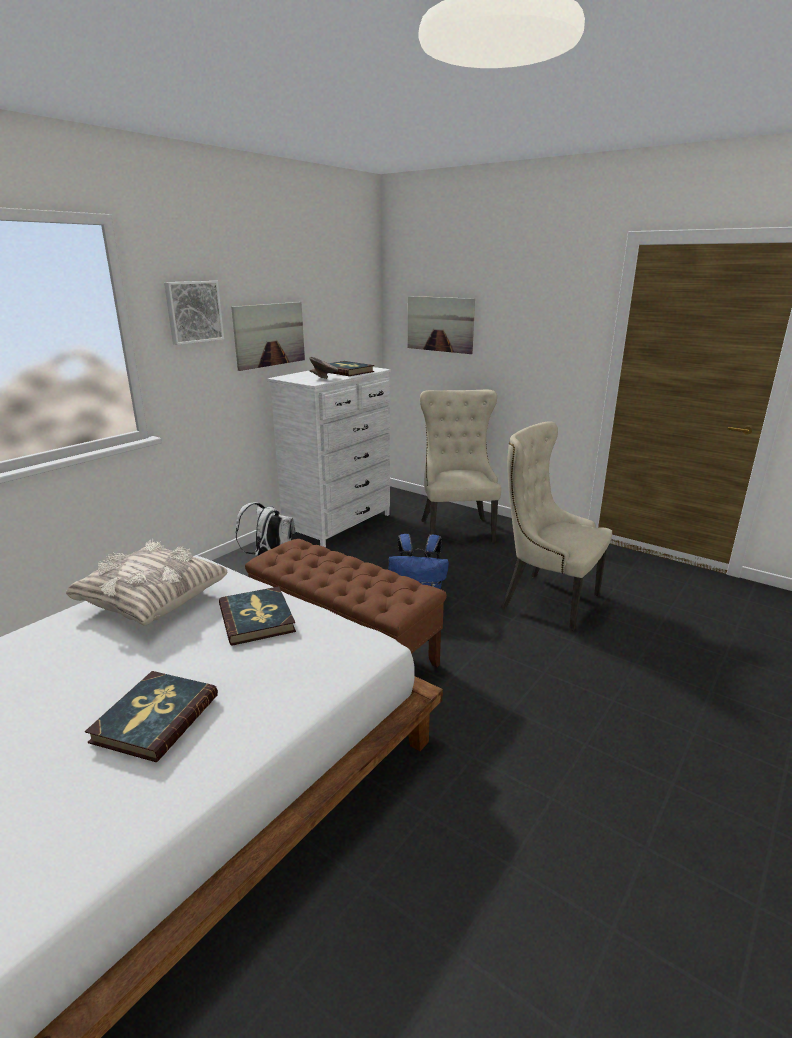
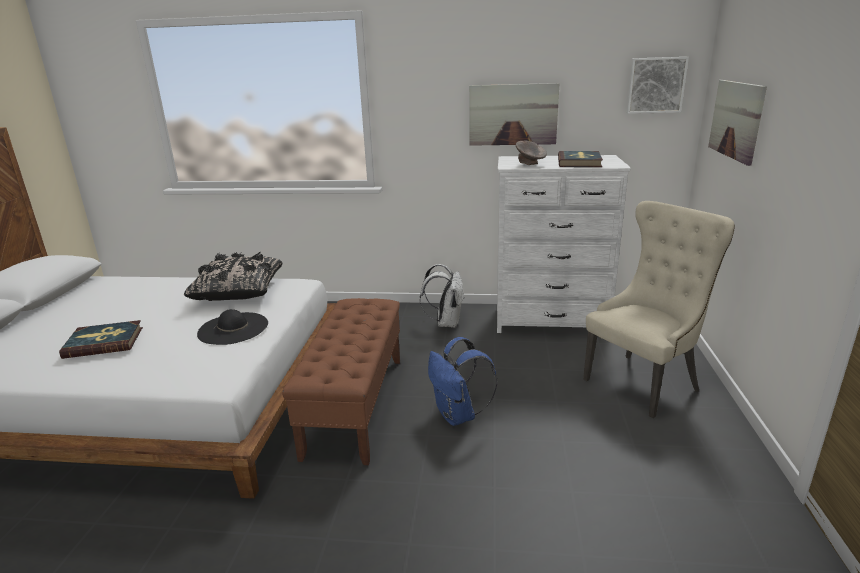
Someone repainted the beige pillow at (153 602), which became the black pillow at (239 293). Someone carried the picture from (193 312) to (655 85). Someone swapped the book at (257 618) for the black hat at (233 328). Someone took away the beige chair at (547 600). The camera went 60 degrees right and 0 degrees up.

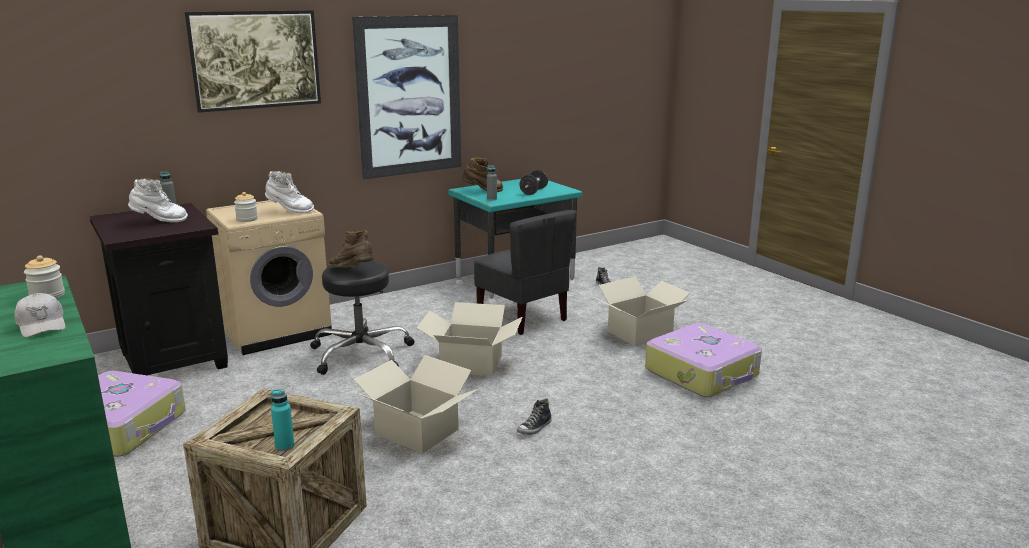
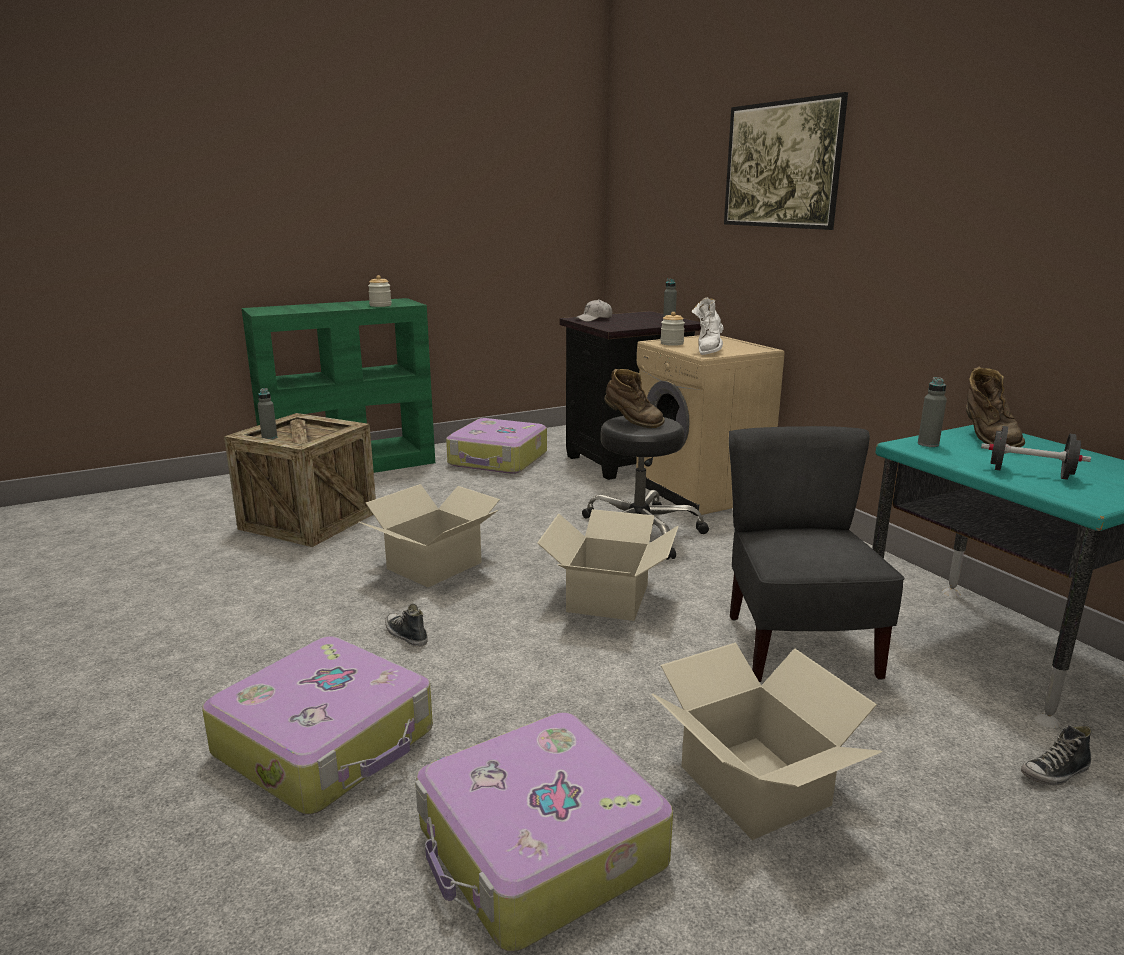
Someone carried the white cap from (42 325) to (594 319). Someone took away the white boot at (159 221). Someone repainted the turquoise bottle at (285 446), which became the grey bottle at (269 438). Someone rotated the brown boot at (352 271) by 90 degrees clockwise. Someone took away the picture at (409 96). Someone rotated the grey chair at (523 318) by 120 degrees clockwise. Someone put down the suitcase at (327 742). The camera went 95 degrees right and 0 degrees up.

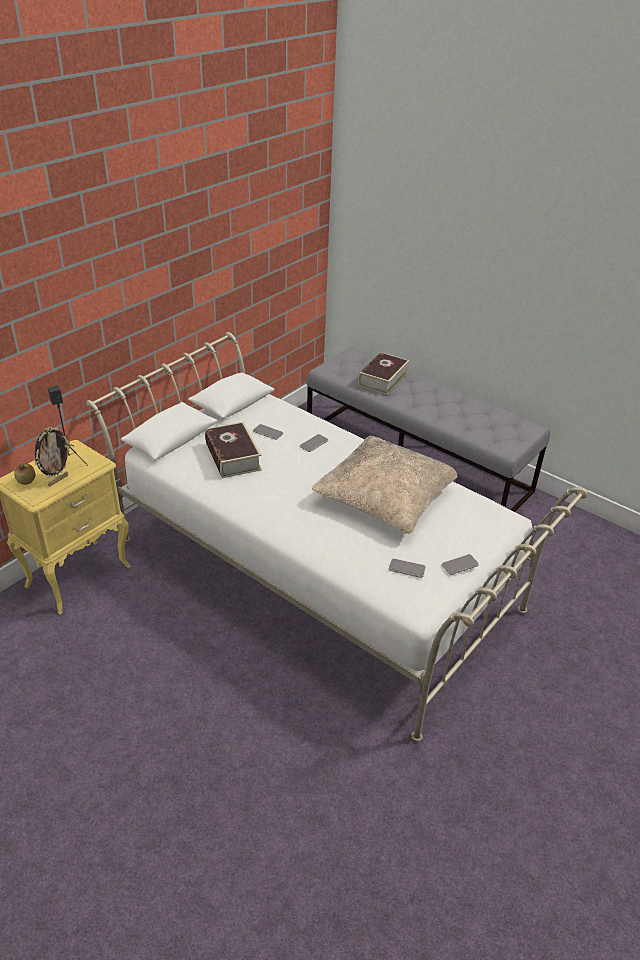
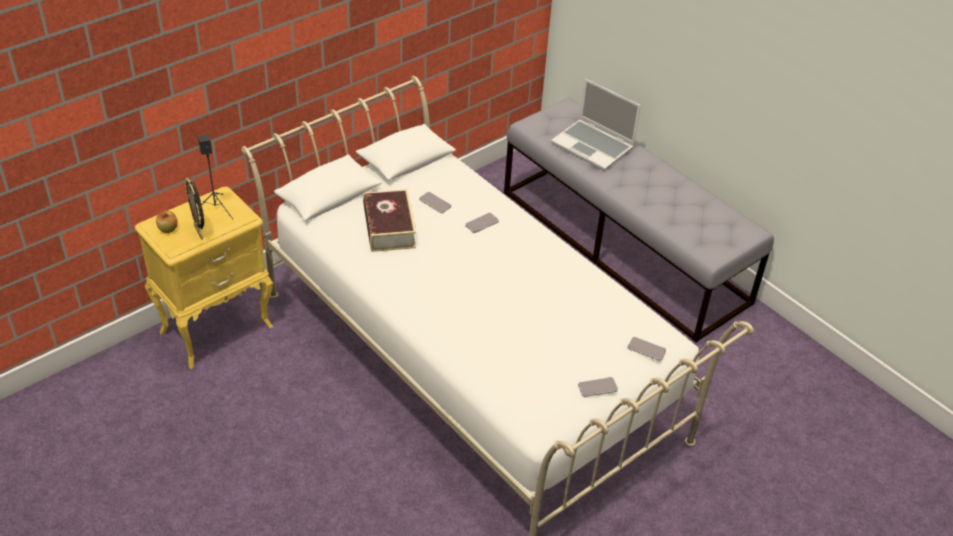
Someone rotated the picture frame at (58 480) by 105 degrees clockwise. Someone took away the beige pillow at (385 495). Someone swapped the book at (383 379) for the laptop at (593 146). Someone carried the phone from (407 568) to (646 349). The camera went 10 degrees right and 5 degrees up.

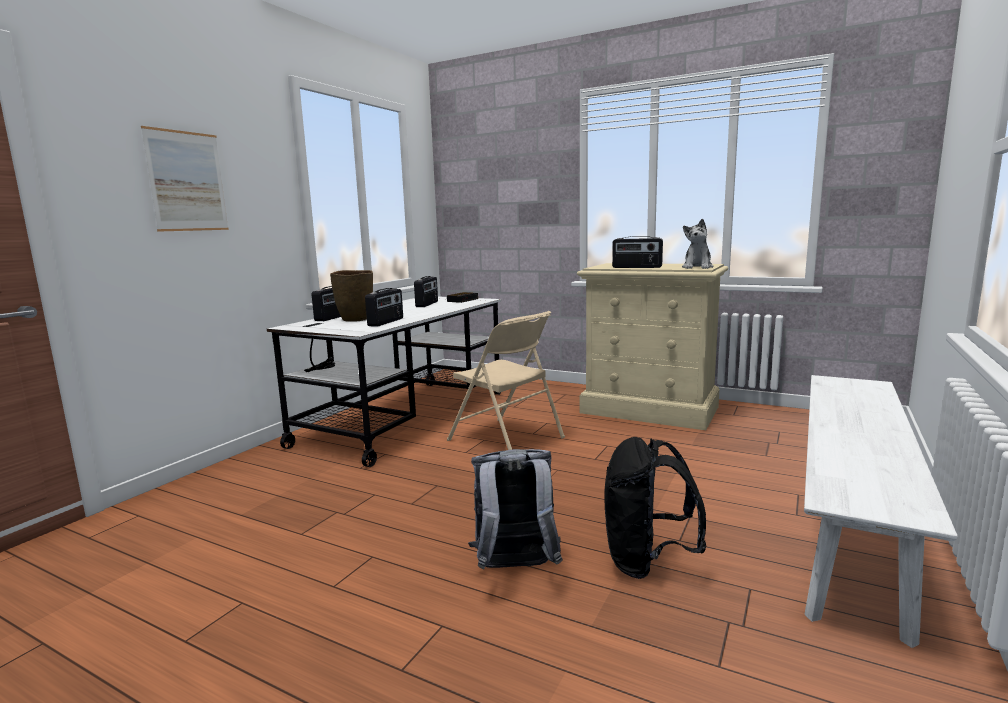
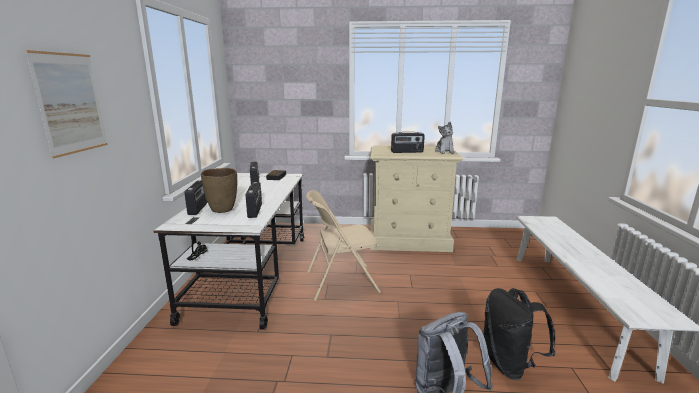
Someone rotated the beige chair at (505 439) by 150 degrees clockwise. The camera went 25 degrees left and 5 degrees up.

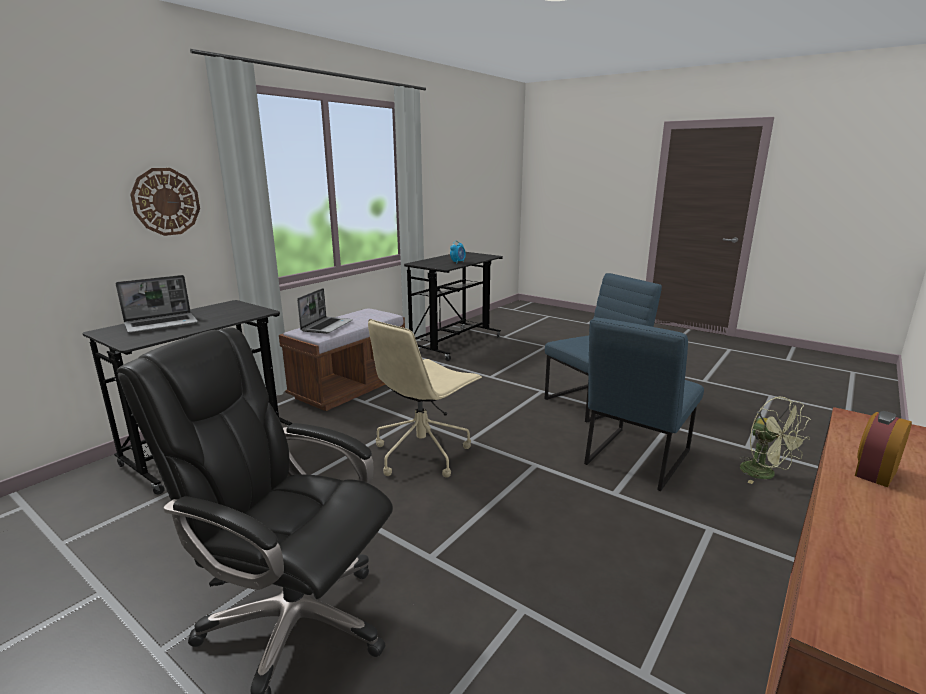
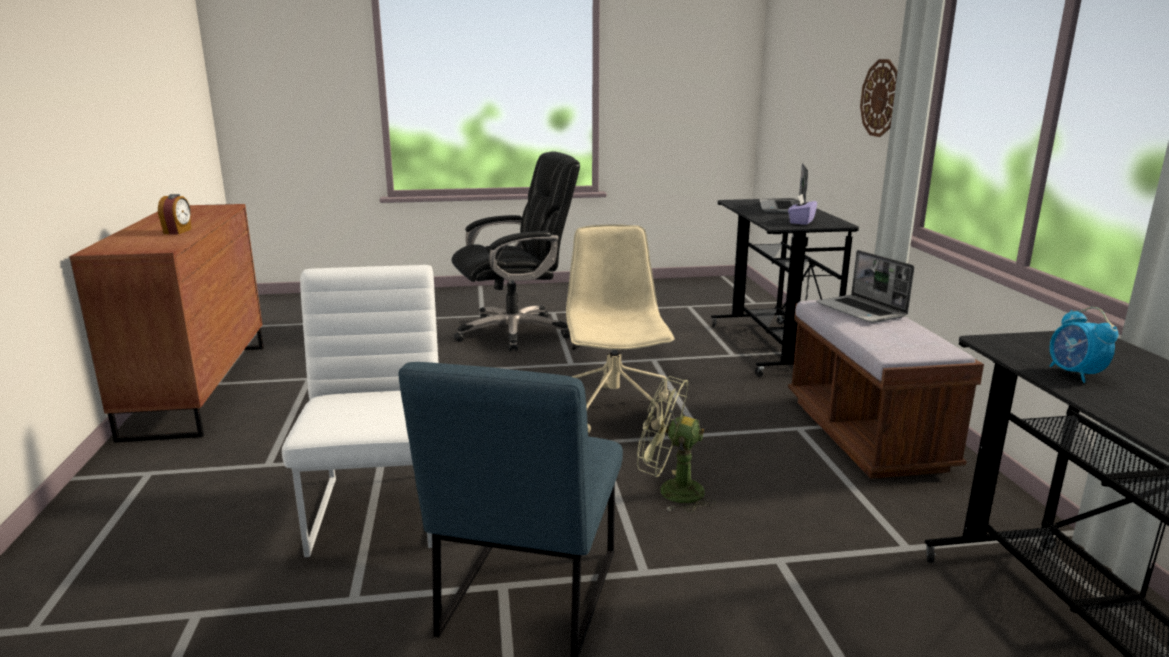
Someone repainted the blue chair at (635 458), which became the white chair at (380 507). Someone carried the green fan from (765 474) to (671 491). Someone put down the purple tissue box at (801 222). The camera went 135 degrees right and 0 degrees up.

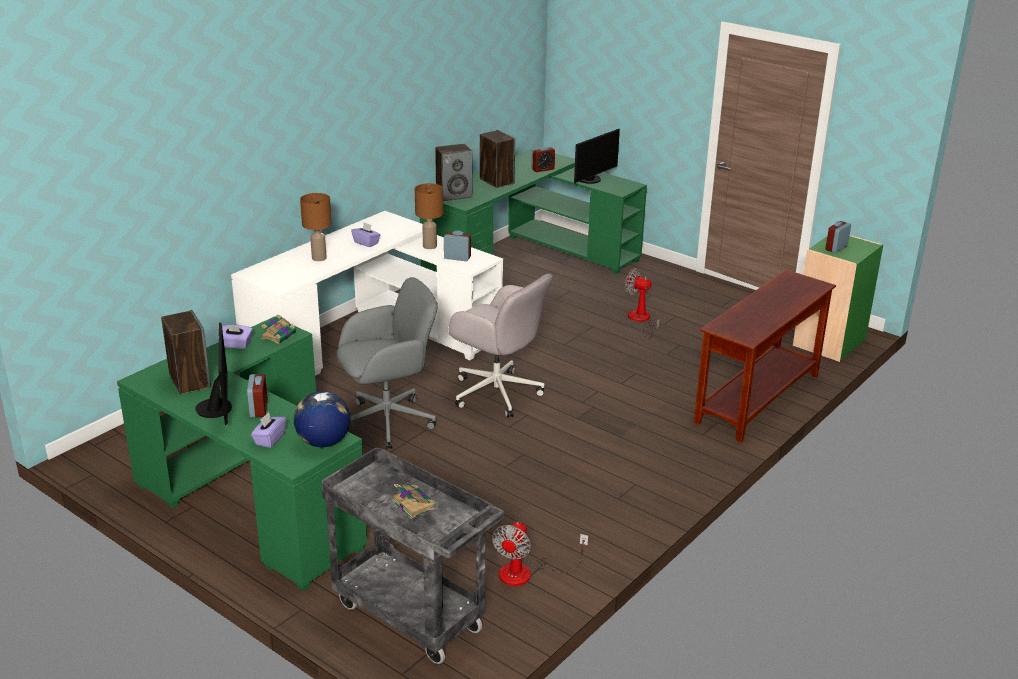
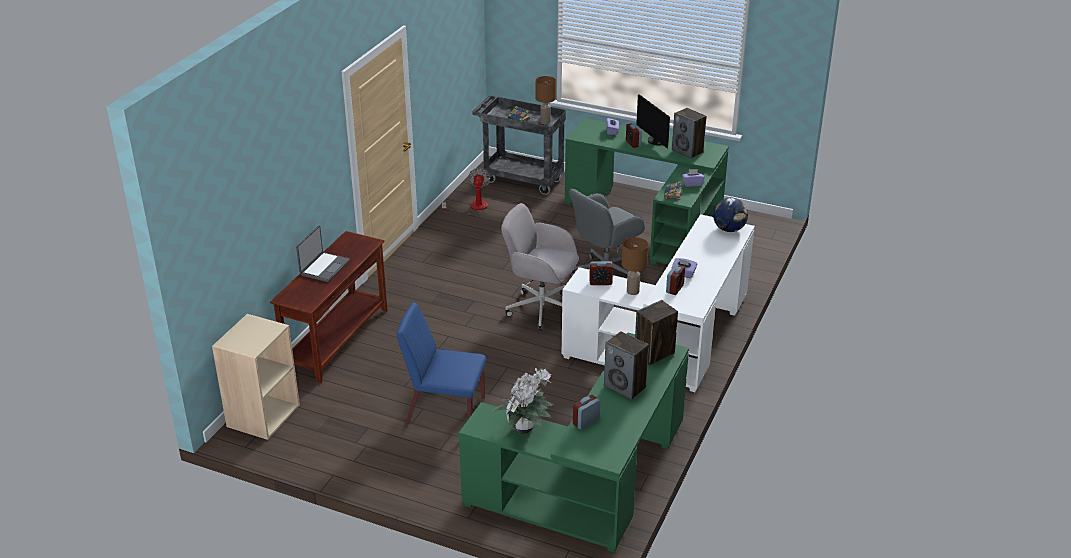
Someone carried the globe from (323 442) to (729 229). Someone carried the brown table lamp from (318 258) to (545 122). Someone swapped the monitor at (591 180) for the potted plant at (525 428). Someone swapped the fan at (641 320) for the blue chair at (444 410). Someone repainted the green bookcase at (829 343), which became the beige bookcase at (263 415). Someone carried the alarm clock from (836 248) to (674 289). Someone put down the laptop at (324 267). The camera went 165 degrees right and 5 degrees up.

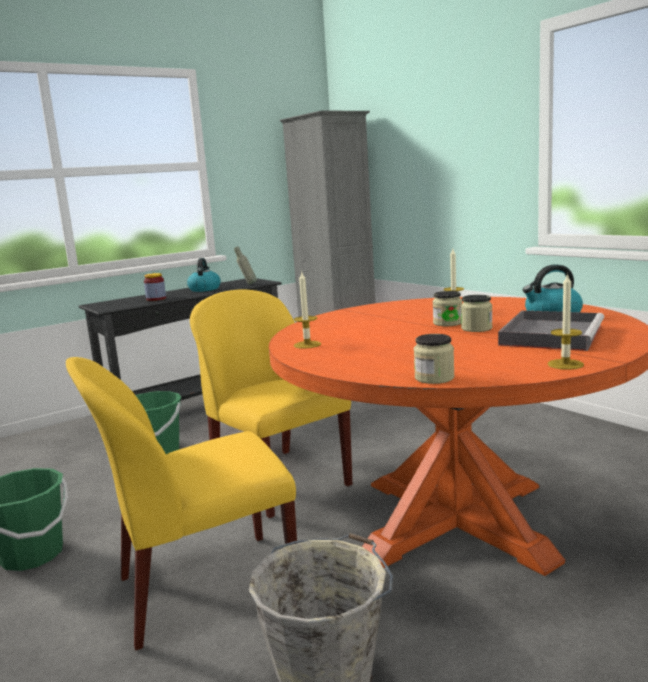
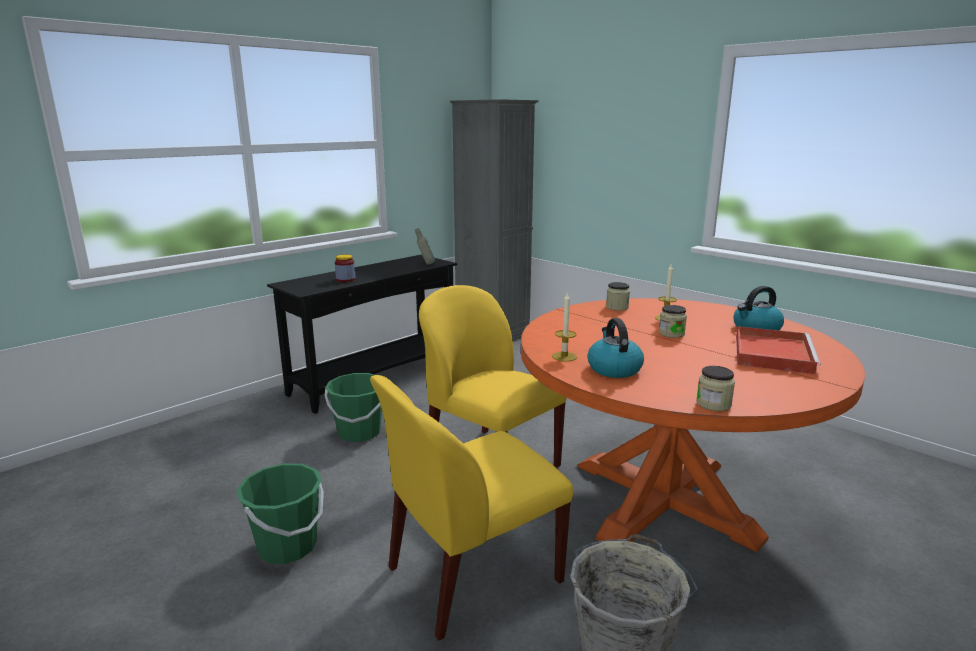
Someone carried the kettle from (204 289) to (613 369). Someone carried the jar from (476 328) to (617 307). Someone repainted the grey tray at (551 335), which became the red tray at (772 353). Someone took away the candle at (565 364). The camera went 10 degrees left and 5 degrees up.

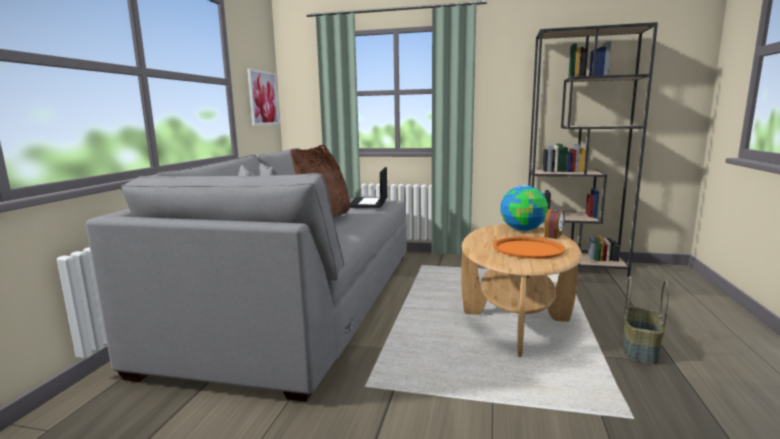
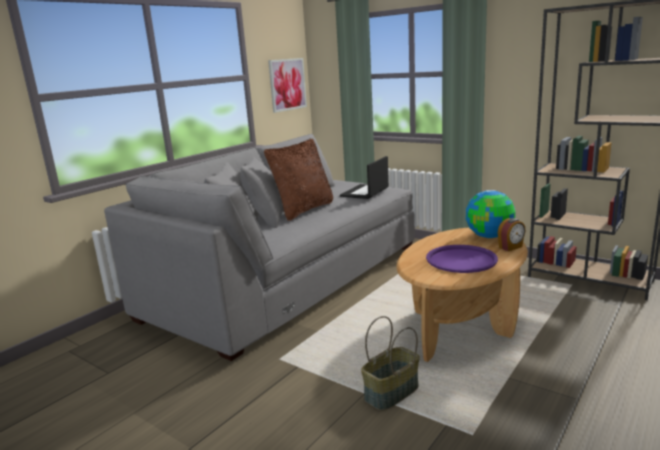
Someone repainted the orange tray at (527 249), which became the purple tray at (461 260). Someone carried the basket from (641 349) to (392 393). The camera went 25 degrees right and 5 degrees up.

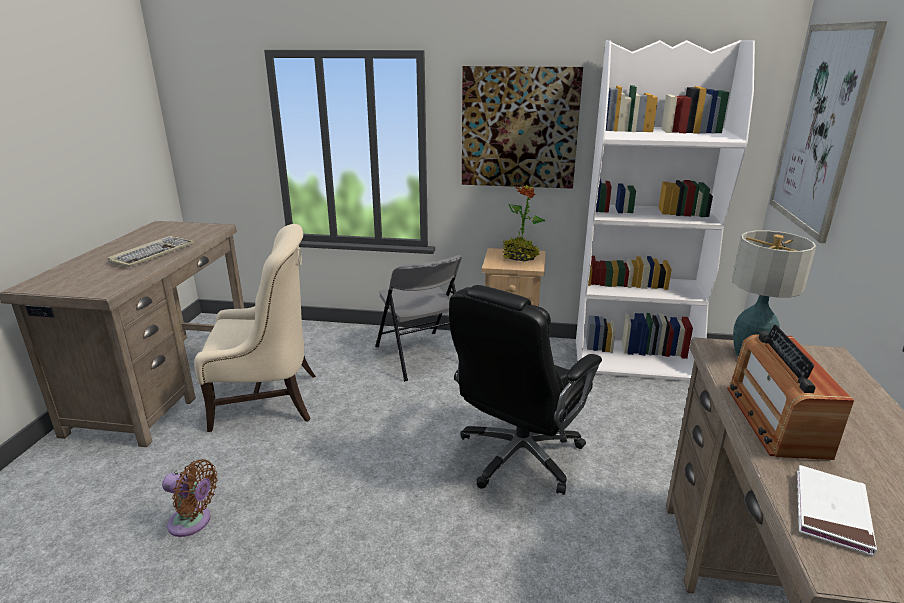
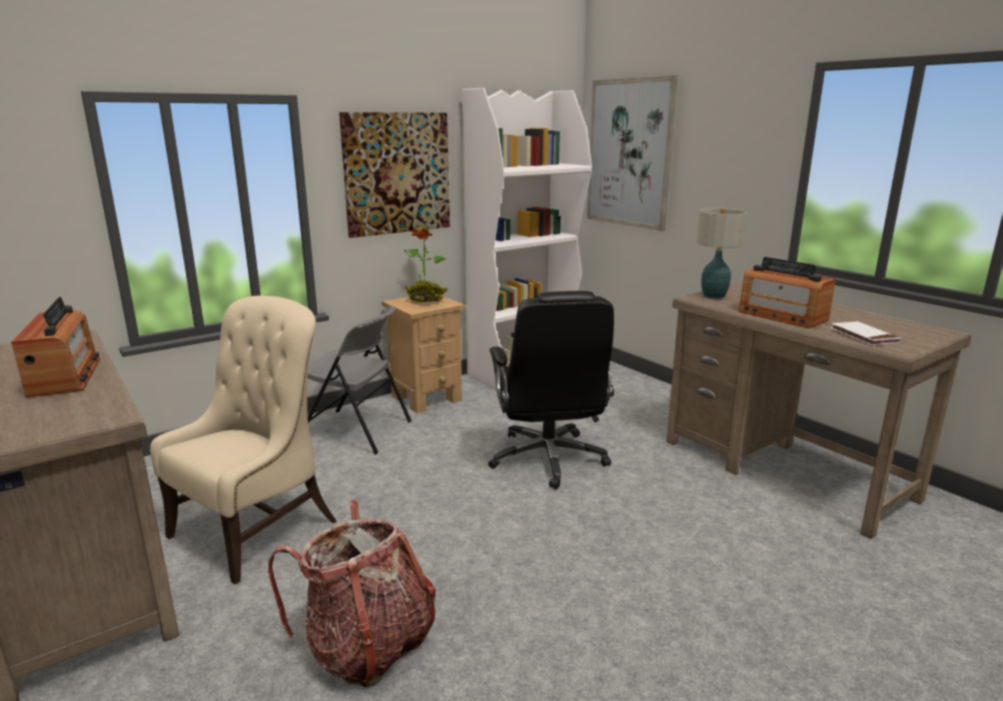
Someone swapped the keyboard at (153 254) for the radio at (64 376). Someone swapped the brown fan at (193 522) for the backpack at (367 646). The camera went 45 degrees left and 5 degrees down.

